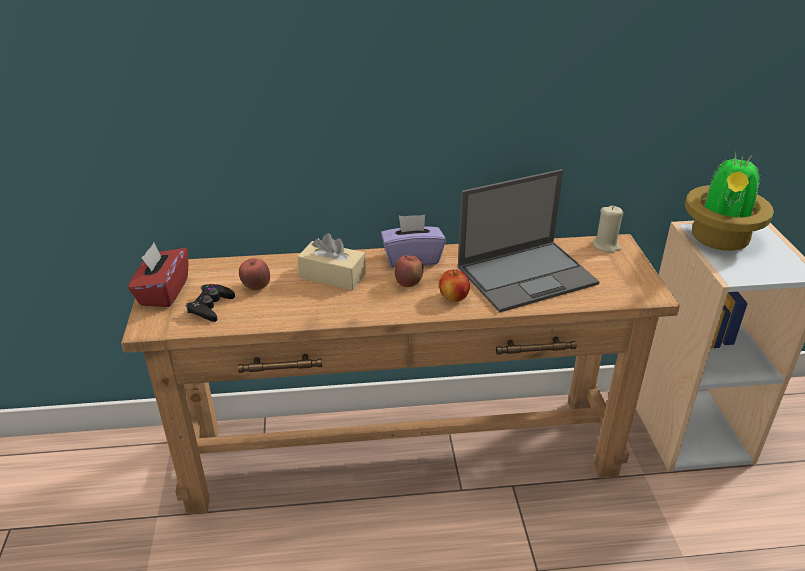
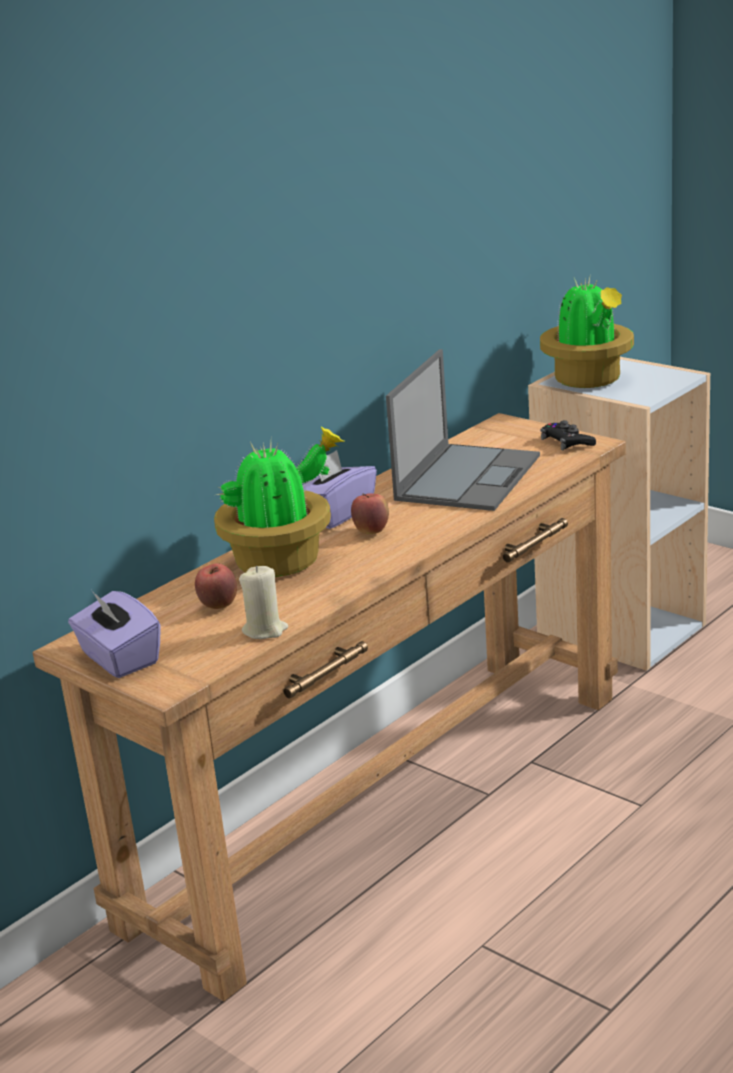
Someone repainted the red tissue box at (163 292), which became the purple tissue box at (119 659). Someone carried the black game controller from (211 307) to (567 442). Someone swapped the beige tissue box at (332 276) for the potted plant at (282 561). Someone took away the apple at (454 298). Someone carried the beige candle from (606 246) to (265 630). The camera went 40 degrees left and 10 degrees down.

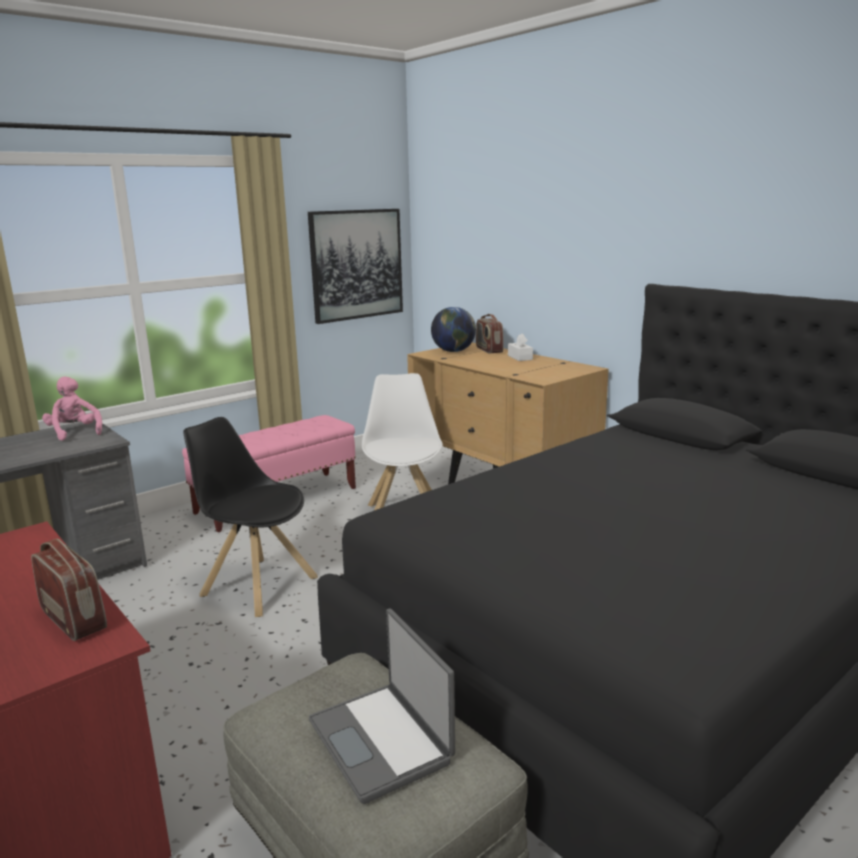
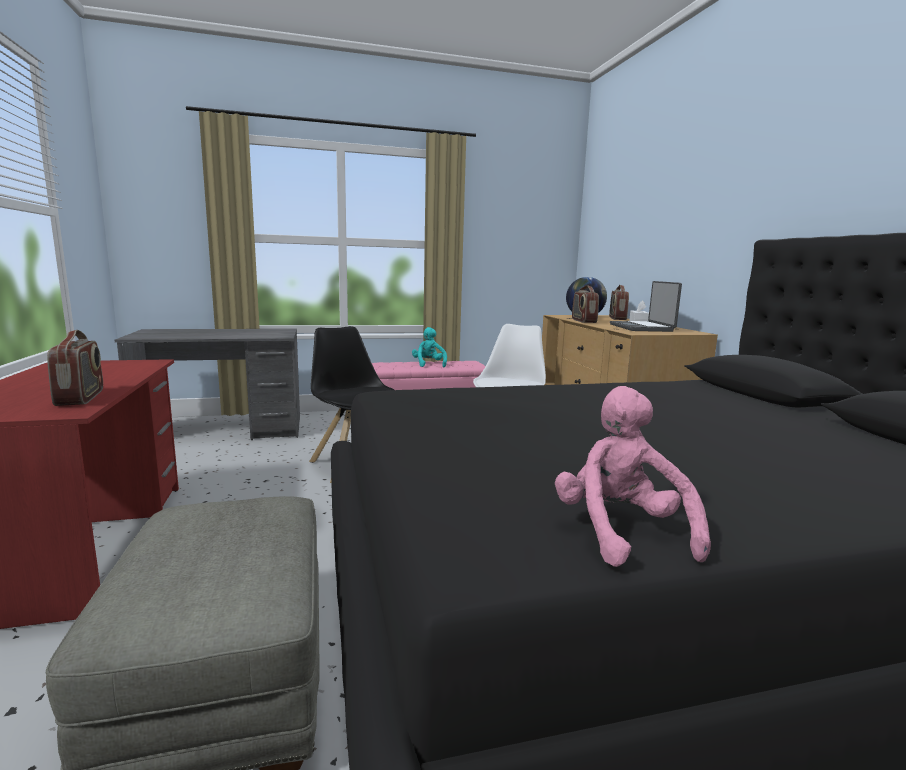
Someone carried the pink plush toy from (74 433) to (620 532). Someone took away the picture at (356 264). Someone carried the laptop from (382 741) to (642 328). Someone put down the turquoise plush toy at (429 364). Someone put down the radio at (583 321). The camera went 25 degrees right and 5 degrees down.

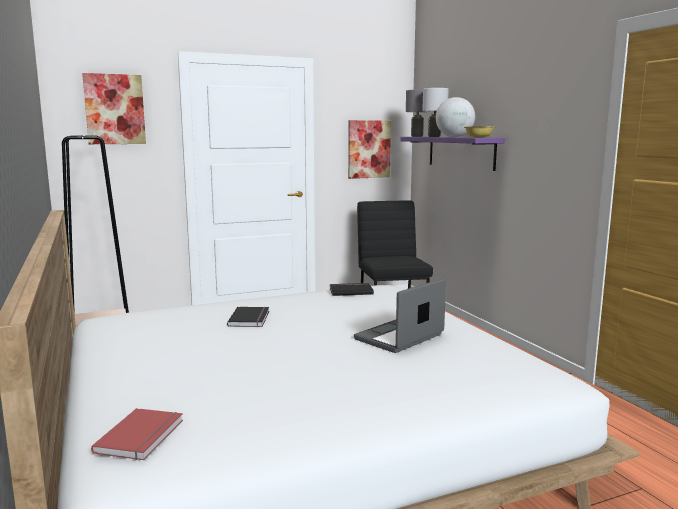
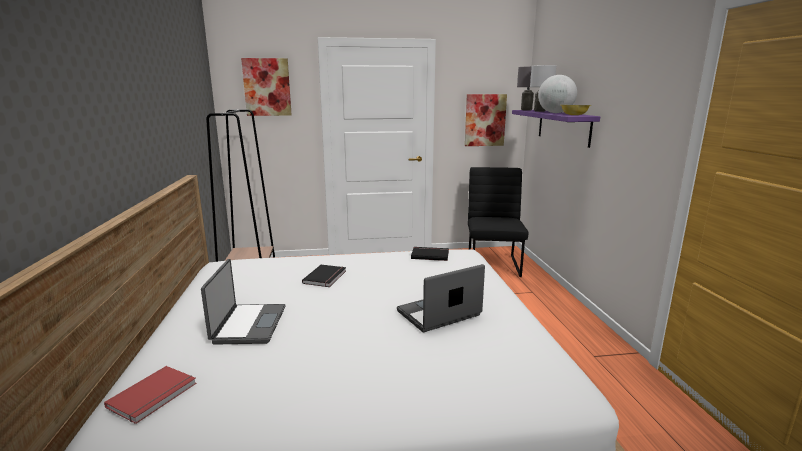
Someone put down the laptop at (248 325). The camera went 15 degrees right and 5 degrees up.

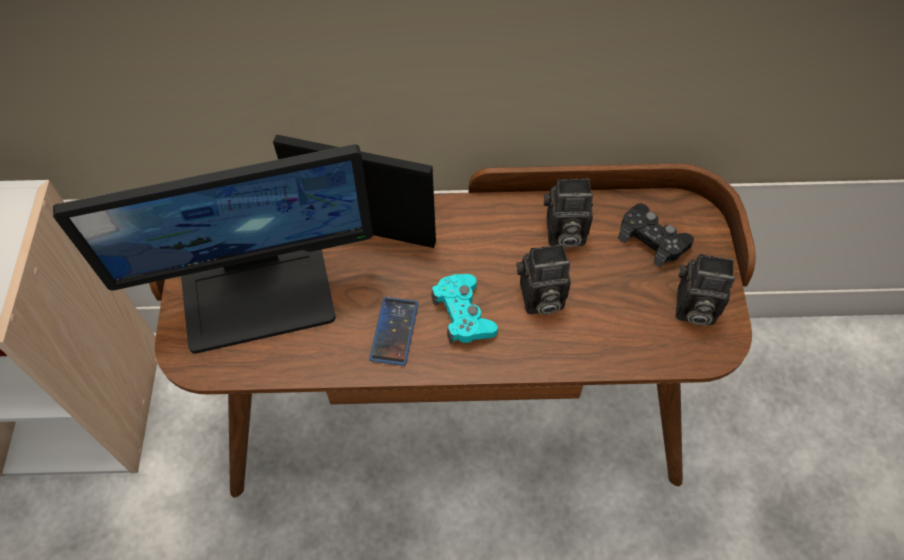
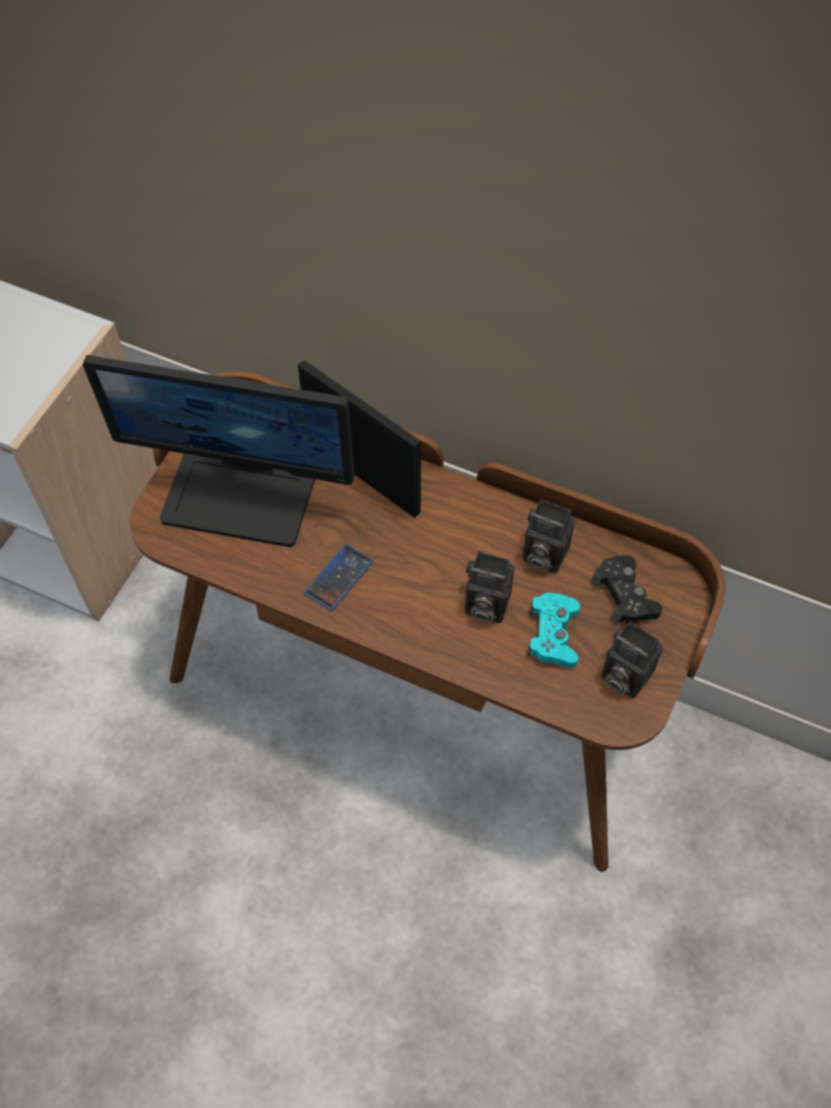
Someone carried the turquoise game controller from (463 314) to (553 635). The camera went 25 degrees right and 0 degrees up.

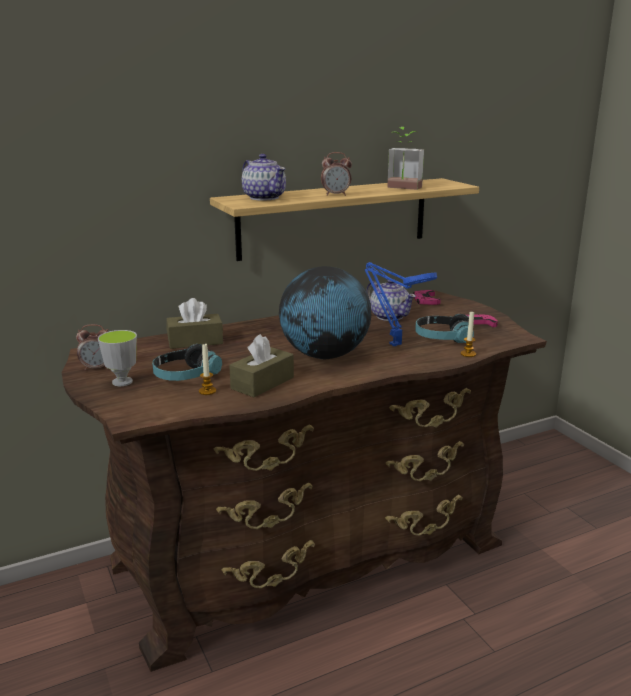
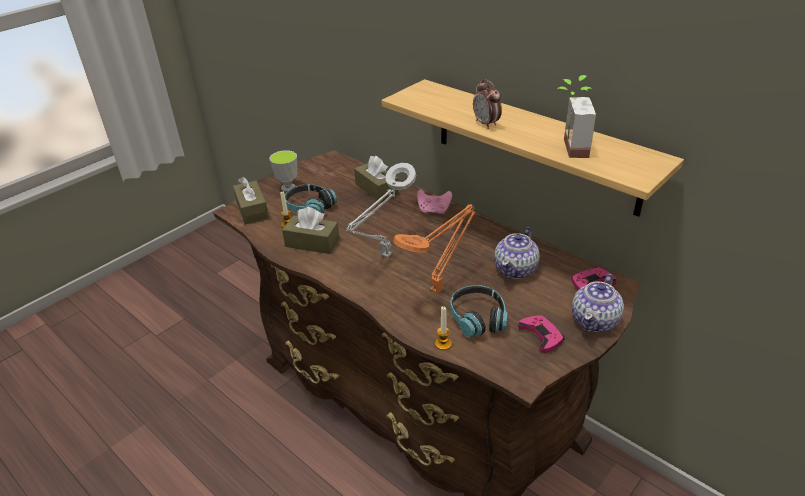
Someone took away the alarm clock at (97 368). Someone carried the teapot from (264 197) to (595 320). Someone swapped the globe at (324 356) for the grey table lamp at (384 257). Someone repainted the blue table lamp at (393 344), which became the orange table lamp at (438 289). Someone put down the brown tissue box at (252 210). Someone put down the pink game controller at (433 210). The camera went 70 degrees right and 15 degrees up.

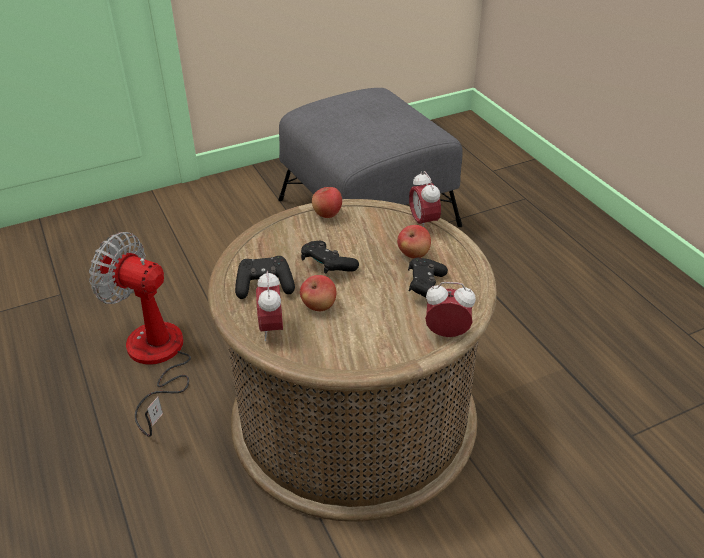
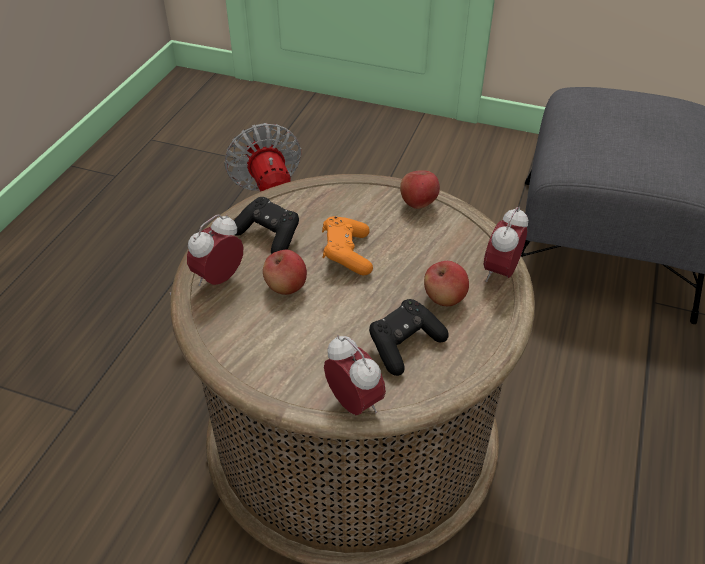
Someone repainted the black game controller at (327 266), which became the orange game controller at (346 254). The camera went 45 degrees right and 5 degrees up.

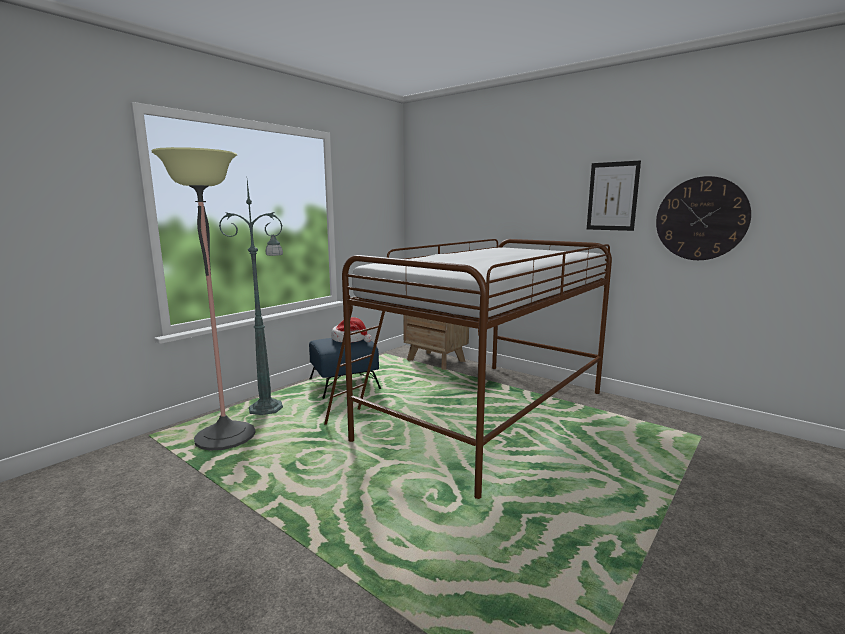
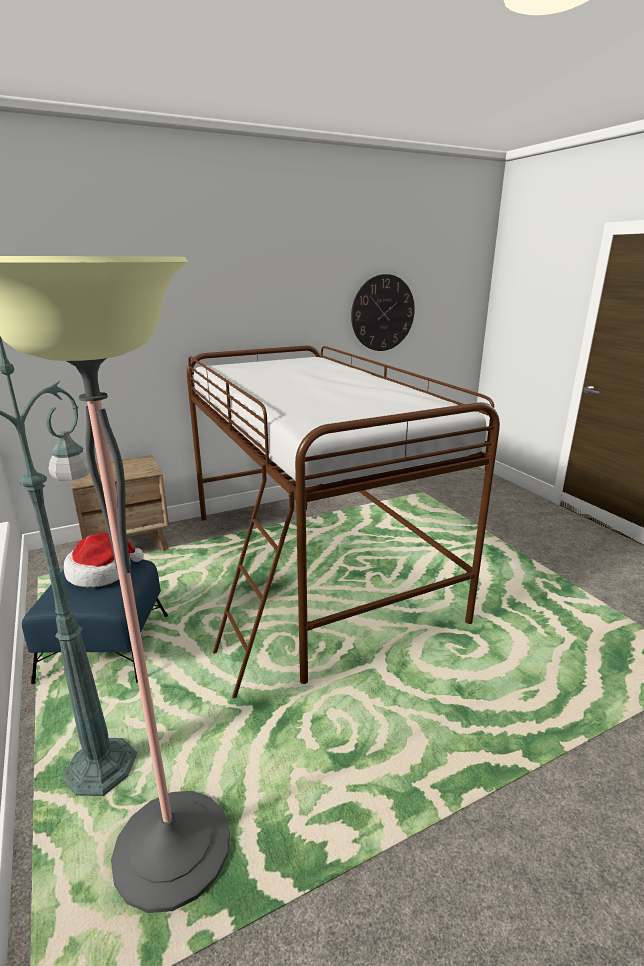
Someone took away the picture at (612 196). The camera went 65 degrees left and 10 degrees up.

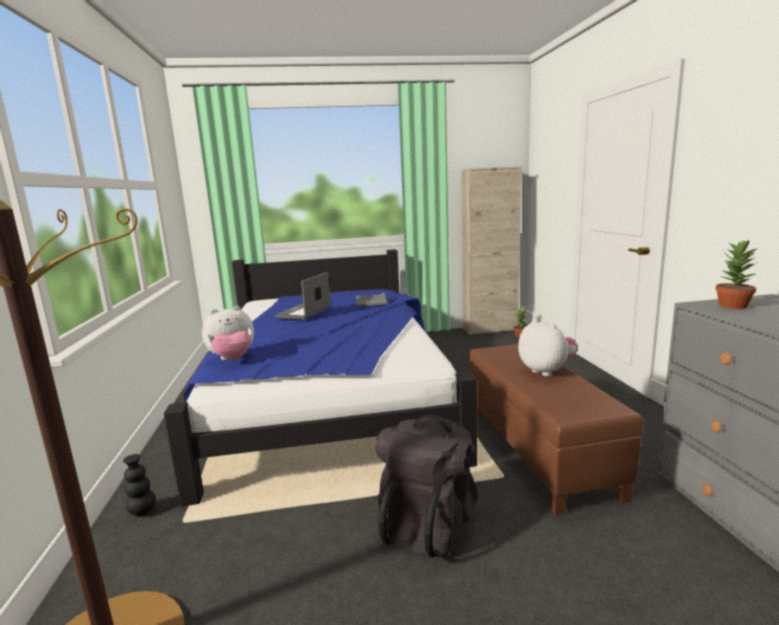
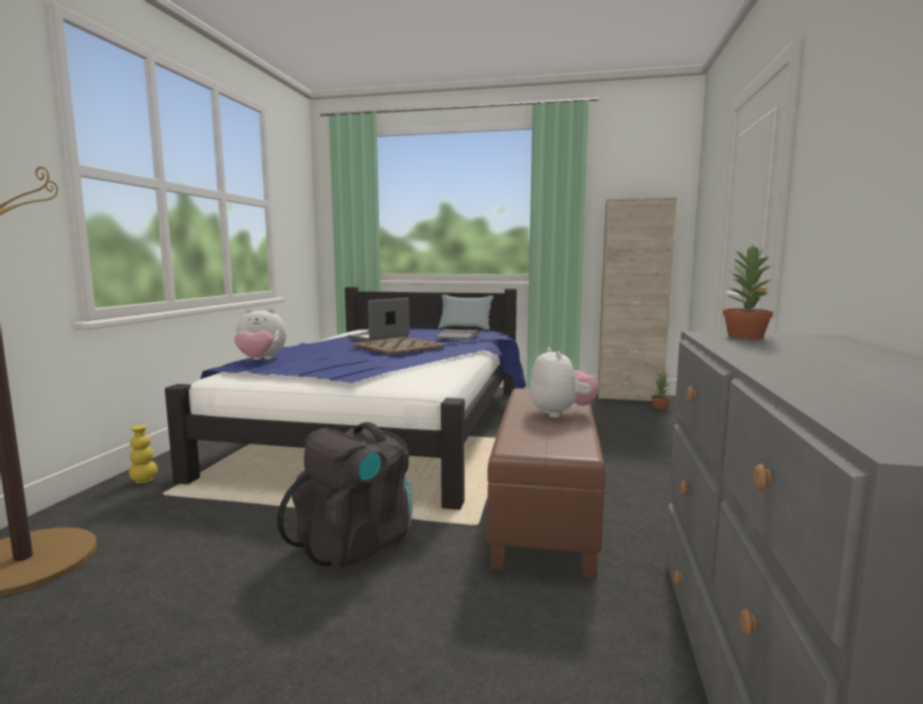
Someone repainted the black vase at (143 511), which became the yellow vase at (144 481). Someone put down the tray at (399 346). Someone put down the blue pillow at (465 328). The camera went 20 degrees right and 5 degrees down.

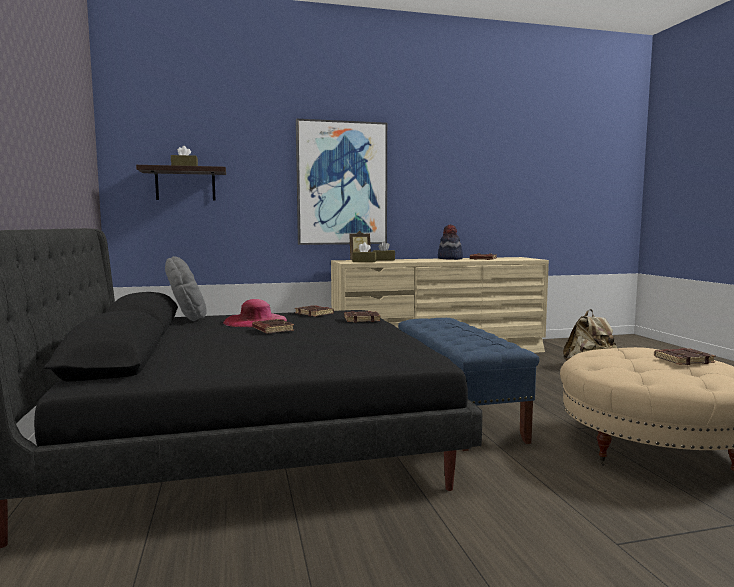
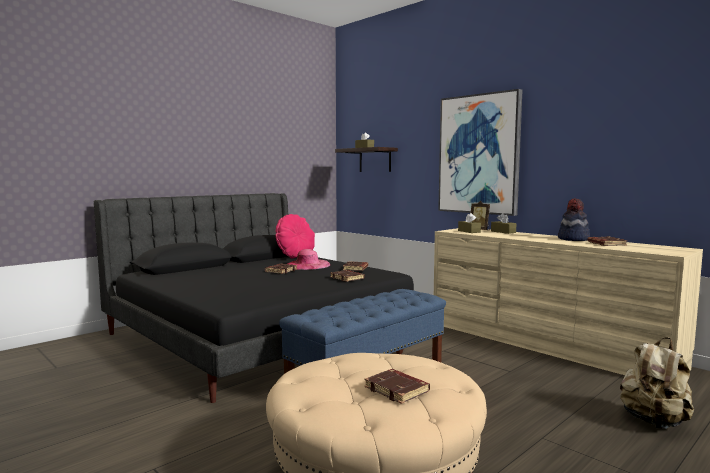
Someone repainted the grey pillow at (187 319), which became the pink pillow at (295 257). The camera went 60 degrees right and 0 degrees up.

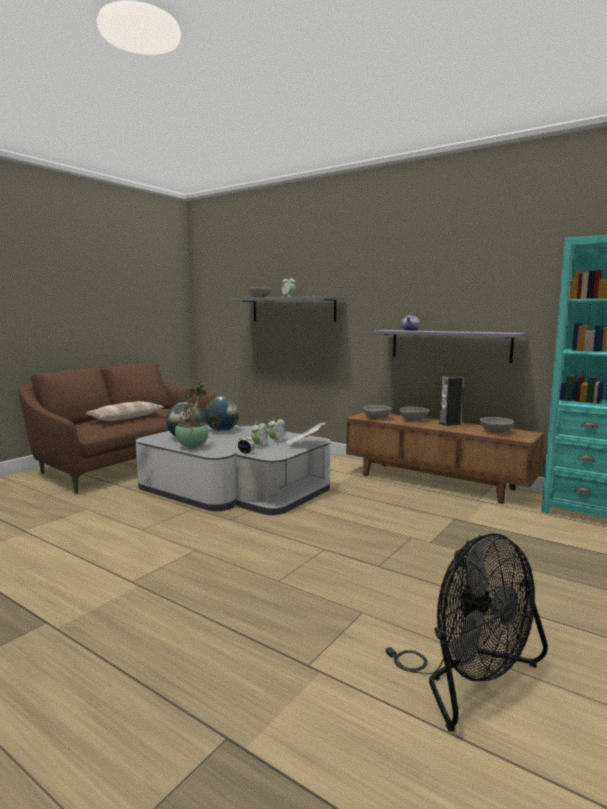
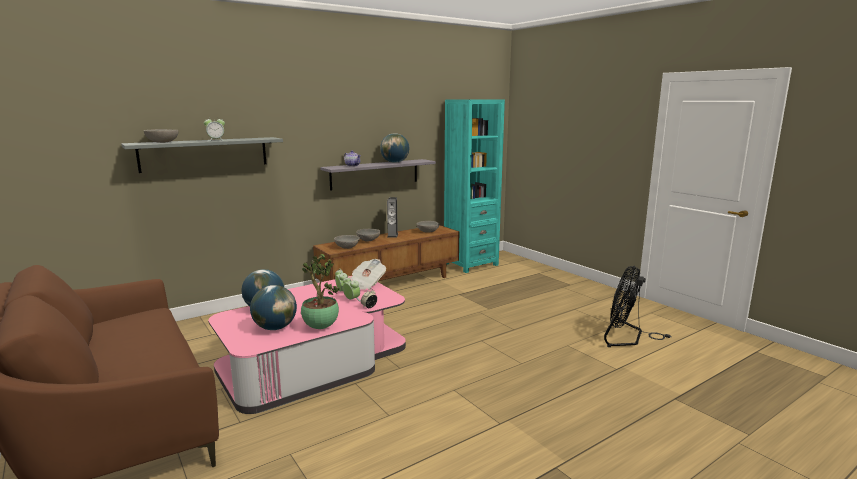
Someone took away the pillow at (125 418). Someone repainted the grey coffee table at (233 486), which became the pink coffee table at (314 356). Someone rotated the black fan at (466 680) by 135 degrees counterclockwise. Someone put down the globe at (395 162). The camera went 70 degrees left and 5 degrees up.

